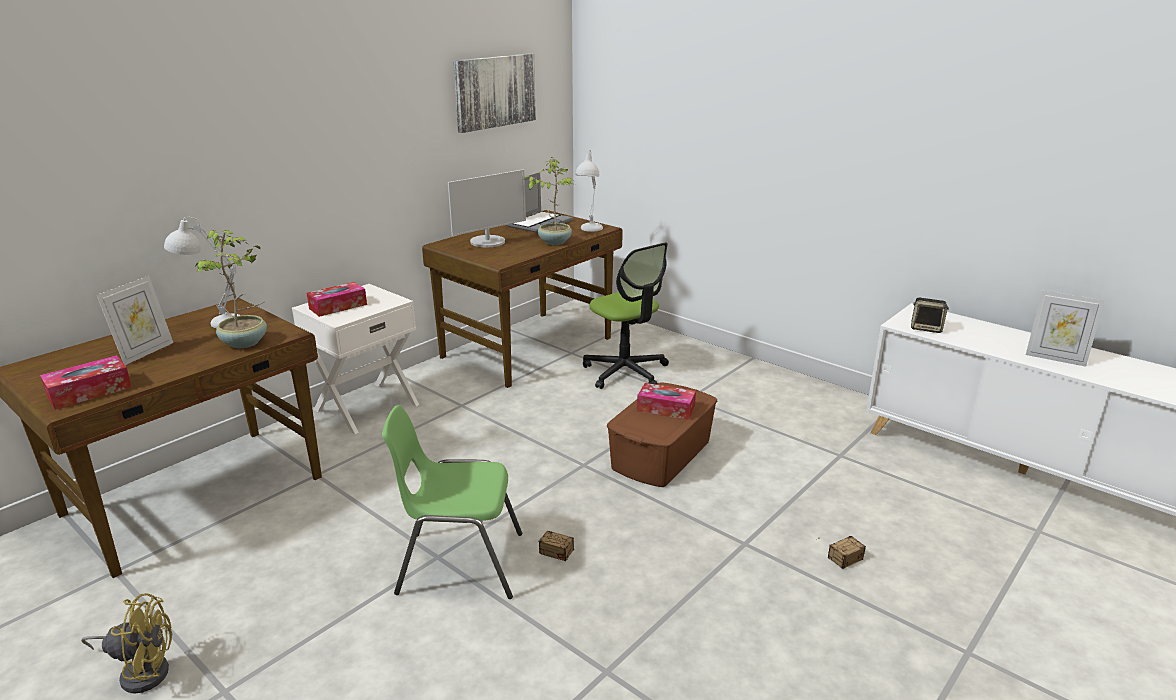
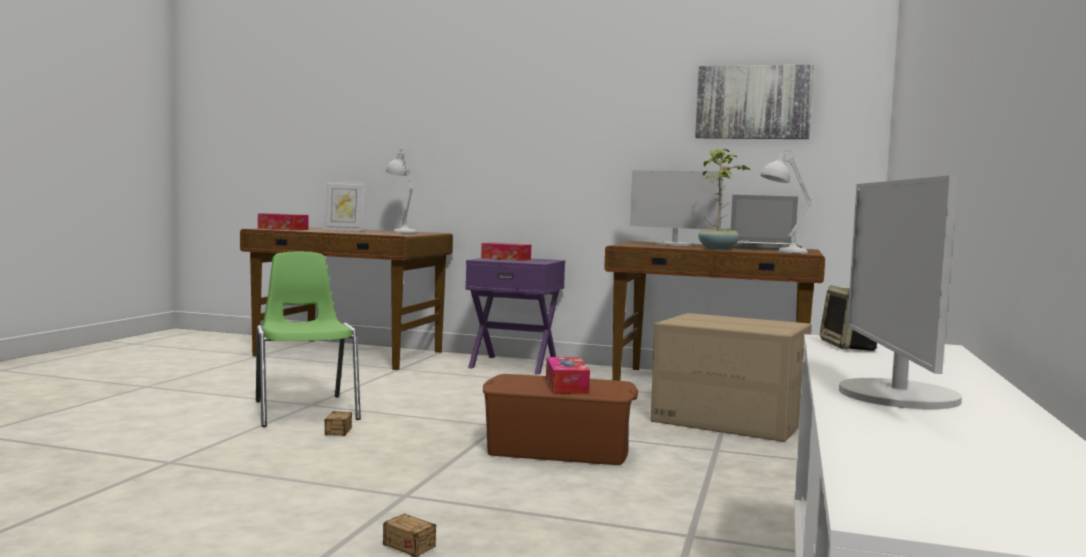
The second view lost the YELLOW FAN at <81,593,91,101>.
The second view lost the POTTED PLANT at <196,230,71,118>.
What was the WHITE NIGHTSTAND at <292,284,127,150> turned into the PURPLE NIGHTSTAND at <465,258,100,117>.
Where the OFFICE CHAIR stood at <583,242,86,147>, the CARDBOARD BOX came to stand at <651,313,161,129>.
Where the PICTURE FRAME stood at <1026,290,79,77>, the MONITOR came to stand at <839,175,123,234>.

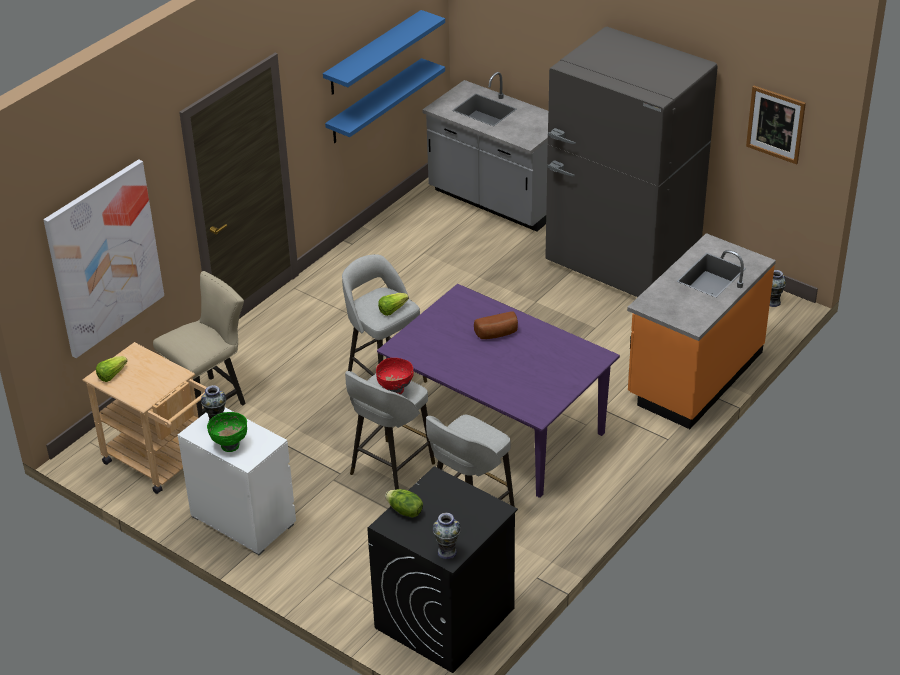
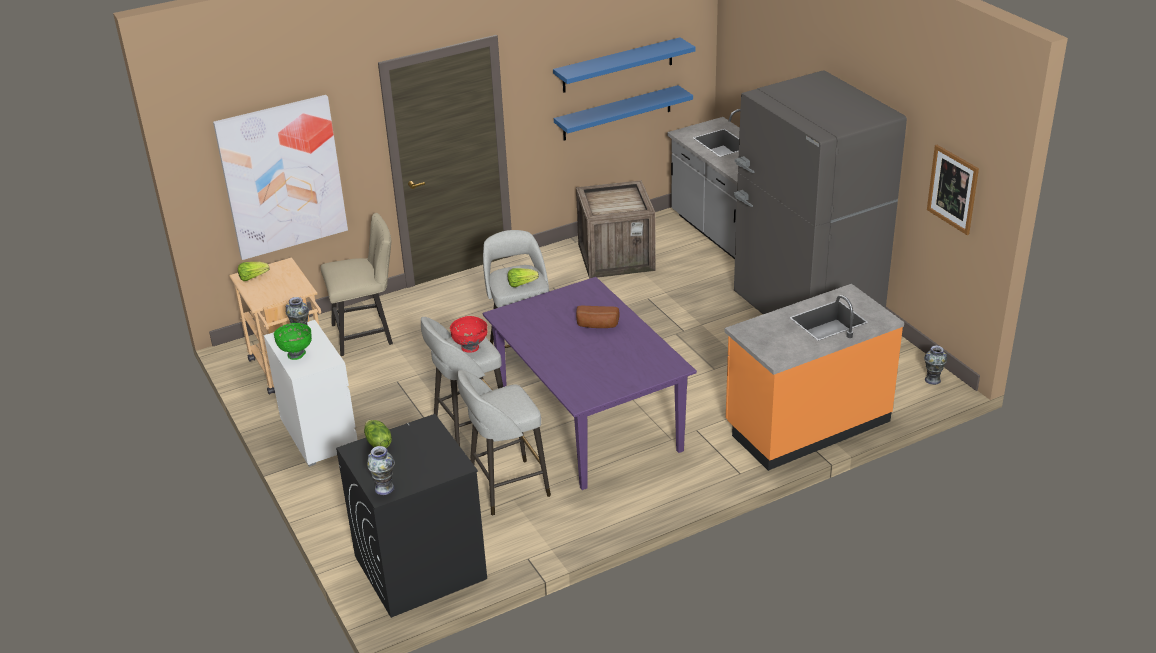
The second view gained the CRATE at <576,180,80,99>.

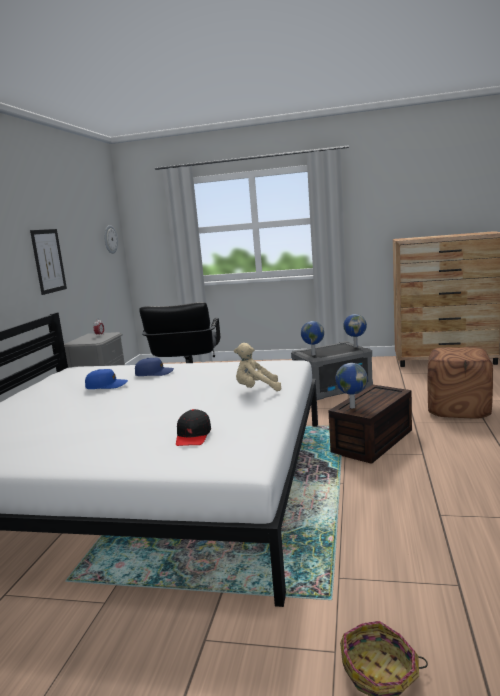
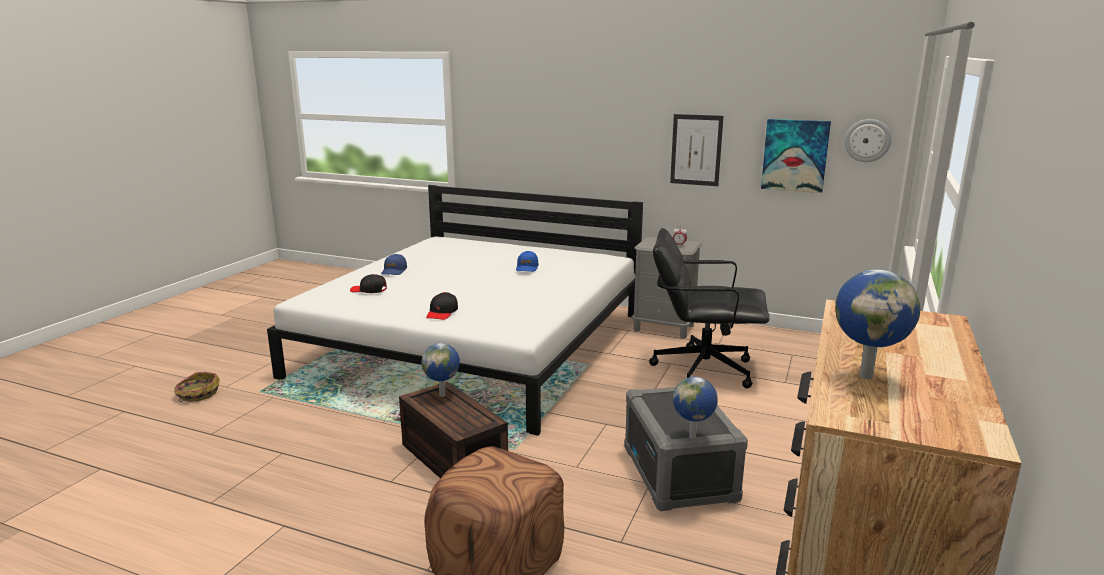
The BLUE CAP ended up elsewhere, having gone from <135,358,39,18> to <381,254,26,21>.
Where the BEIGE PLUSH TOY stood at <234,343,47,48>, the BLACK CAP came to stand at <426,292,32,28>.
The GLOBE ended up elsewhere, having gone from <301,321,23,34> to <835,269,85,110>.
The second view gained the PICTURE at <761,119,70,74>.

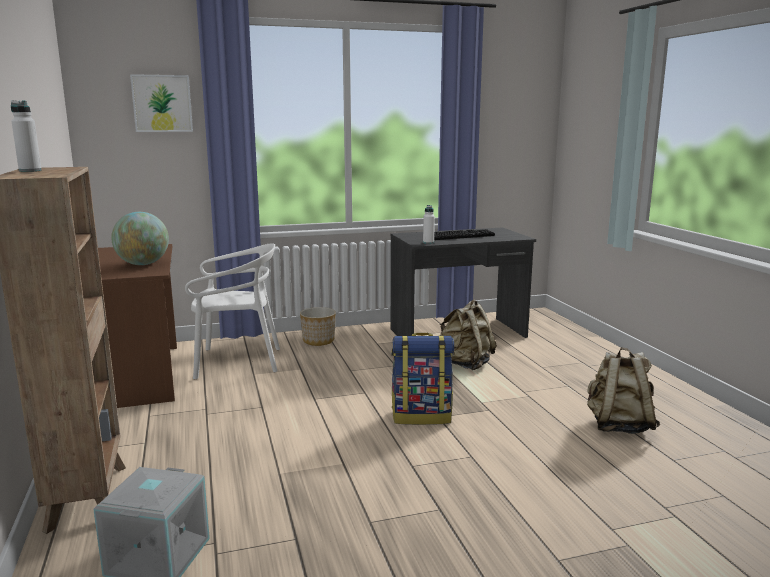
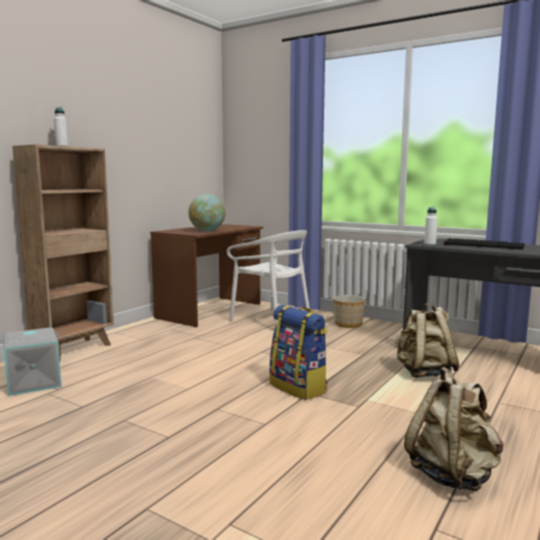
The second view lost the PICTURE at <130,74,63,58>.

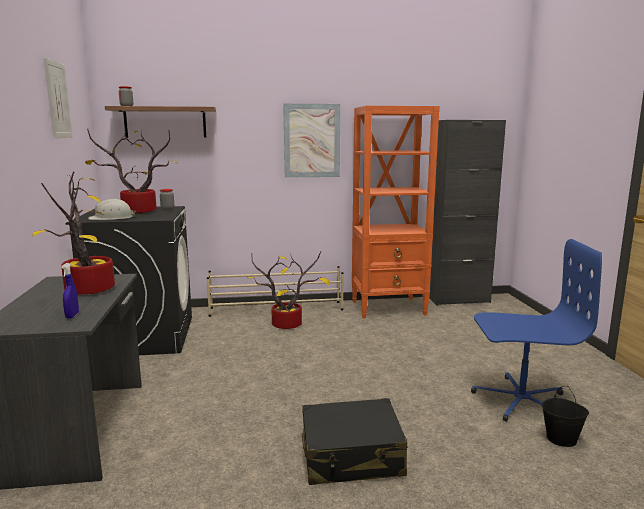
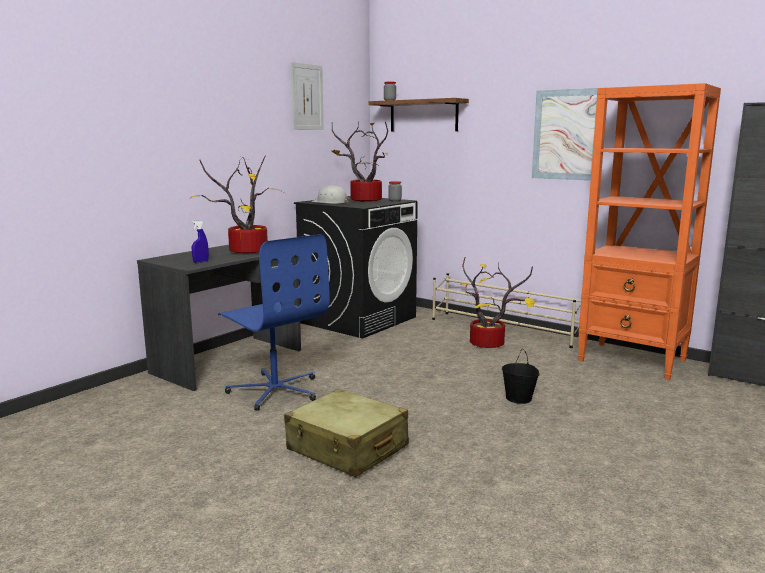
What was the BLACK SUITCASE at <302,398,106,87> turned into the BEIGE SUITCASE at <284,389,125,88>.
The BLUE OFFICE CHAIR ended up elsewhere, having gone from <471,239,131,183> to <218,234,112,177>.
The BLACK BUCKET ended up elsewhere, having gone from <542,386,47,61> to <502,349,38,55>.

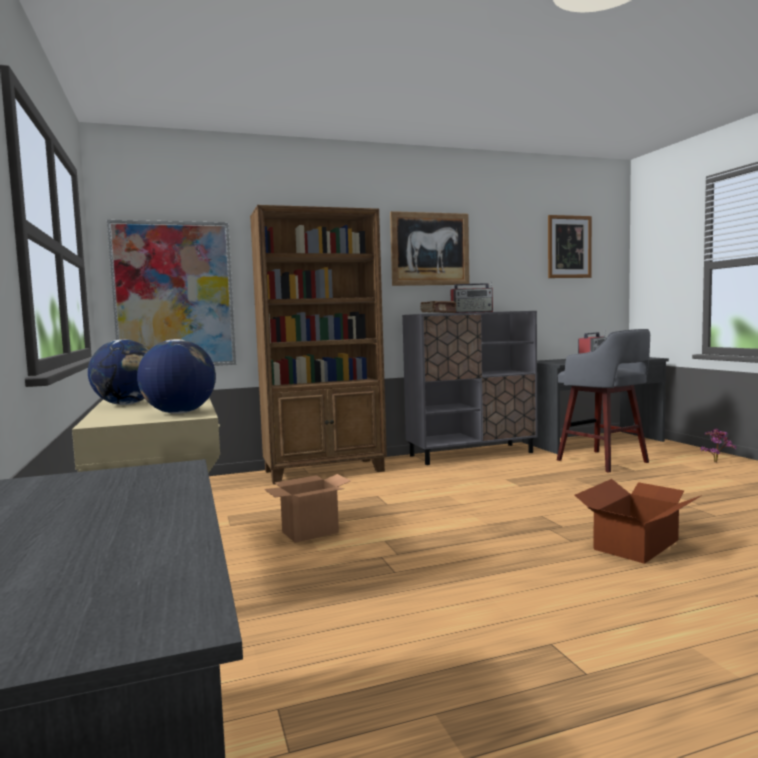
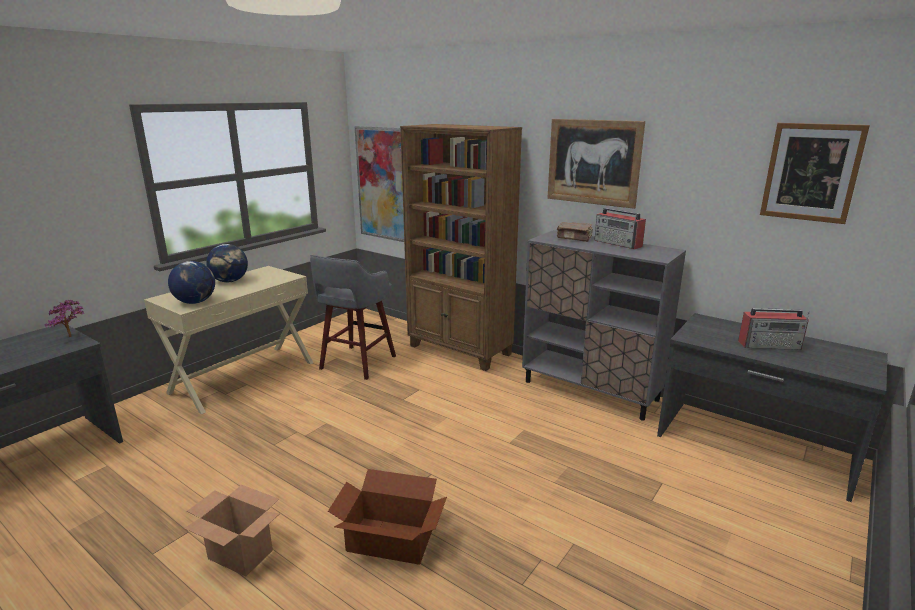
The CARDBOARD BOX ended up elsewhere, having gone from <264,474,87,69> to <184,485,96,92>.
The GREY STOOL ended up elsewhere, having gone from <557,329,93,144> to <310,255,86,125>.
The POTTED PLANT ended up elsewhere, having gone from <700,429,36,34> to <44,299,40,38>.

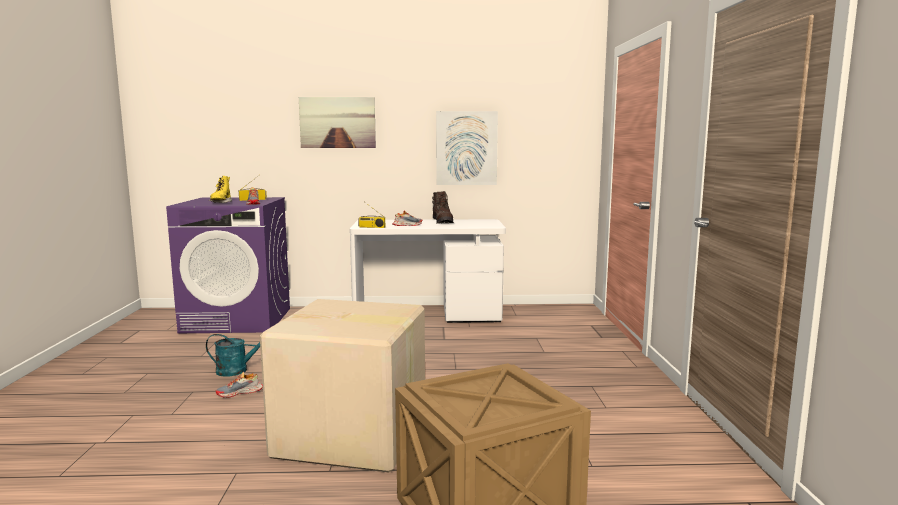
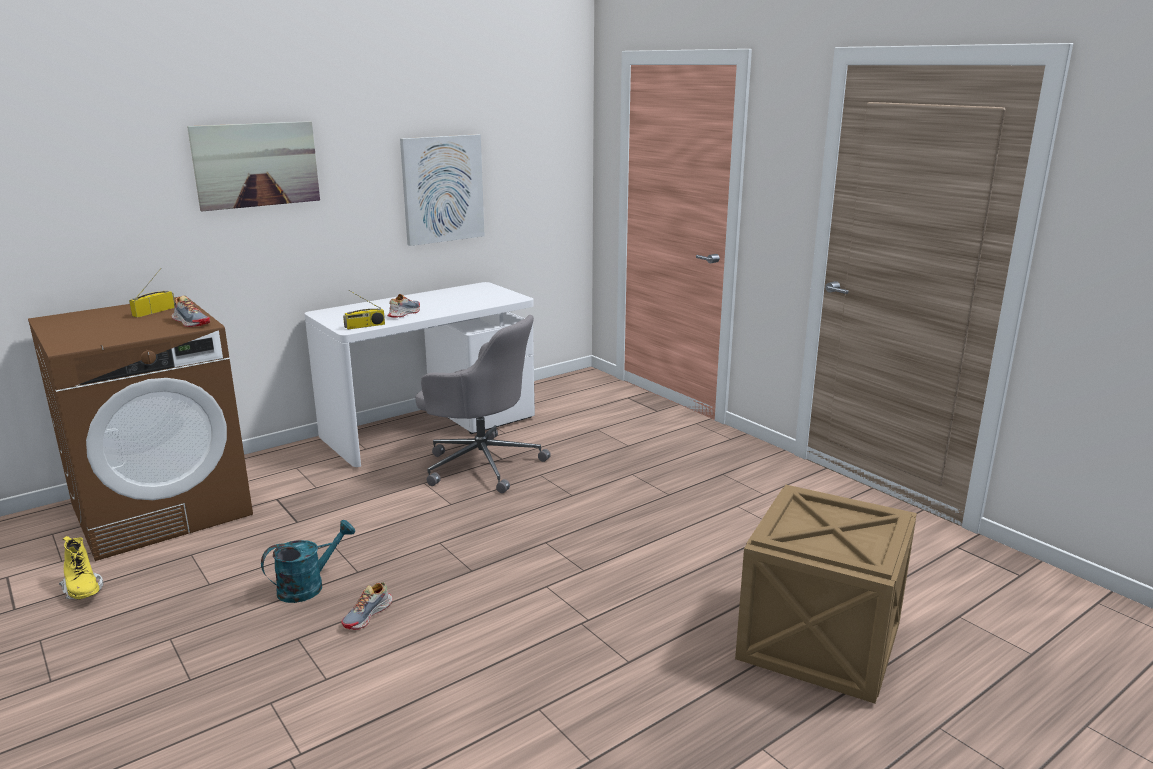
What was the PURPLE WASHING MACHINE at <166,197,124,136> turned into the BROWN WASHING MACHINE at <28,296,225,265>.
The YELLOW BOOT ended up elsewhere, having gone from <209,176,23,27> to <59,536,44,63>.
The second view lost the CARDBOARD BOX at <260,299,165,173>.
The second view lost the BROWN BOOT at <432,191,22,33>.
The second view gained the GREY OFFICE CHAIR at <415,315,136,178>.

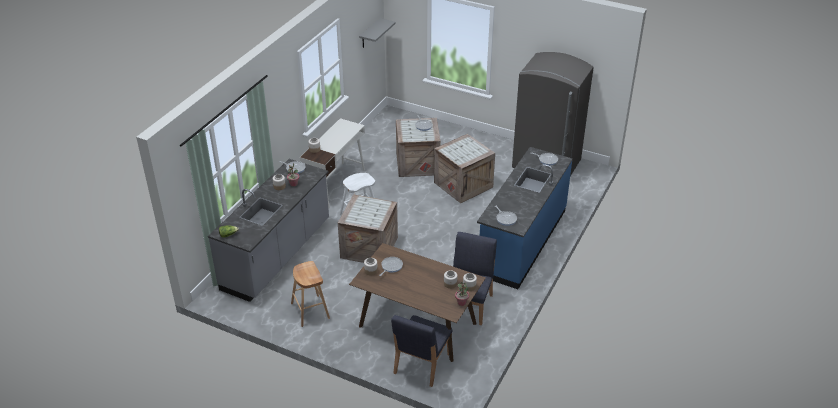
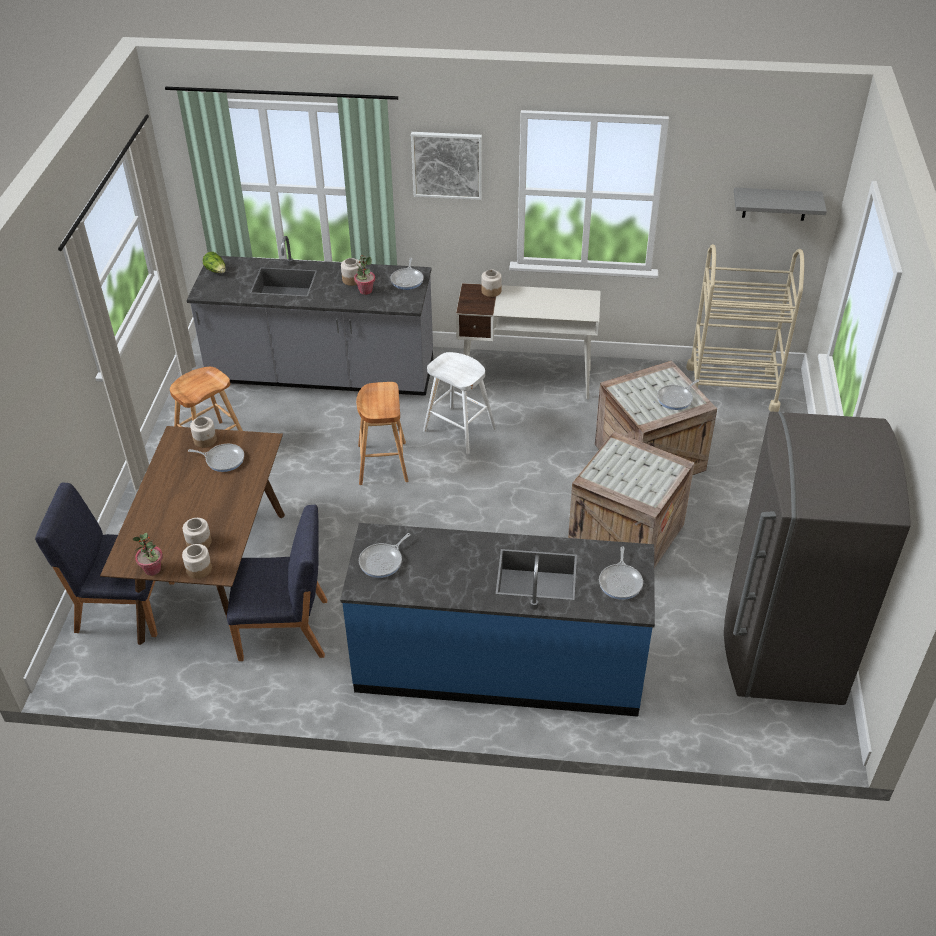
Where the CRATE stood at <338,194,60,69>, the BROWN STOOL came to stand at <356,382,52,103>.
The second view gained the PICTURE at <411,132,71,68>.
The second view gained the BEIGE CART at <686,244,118,168>.

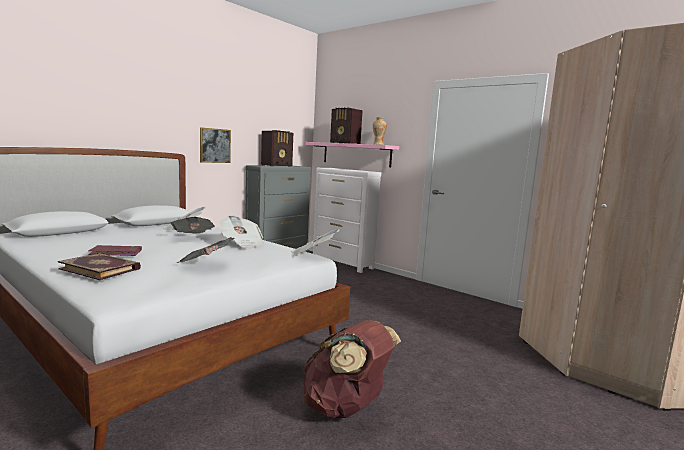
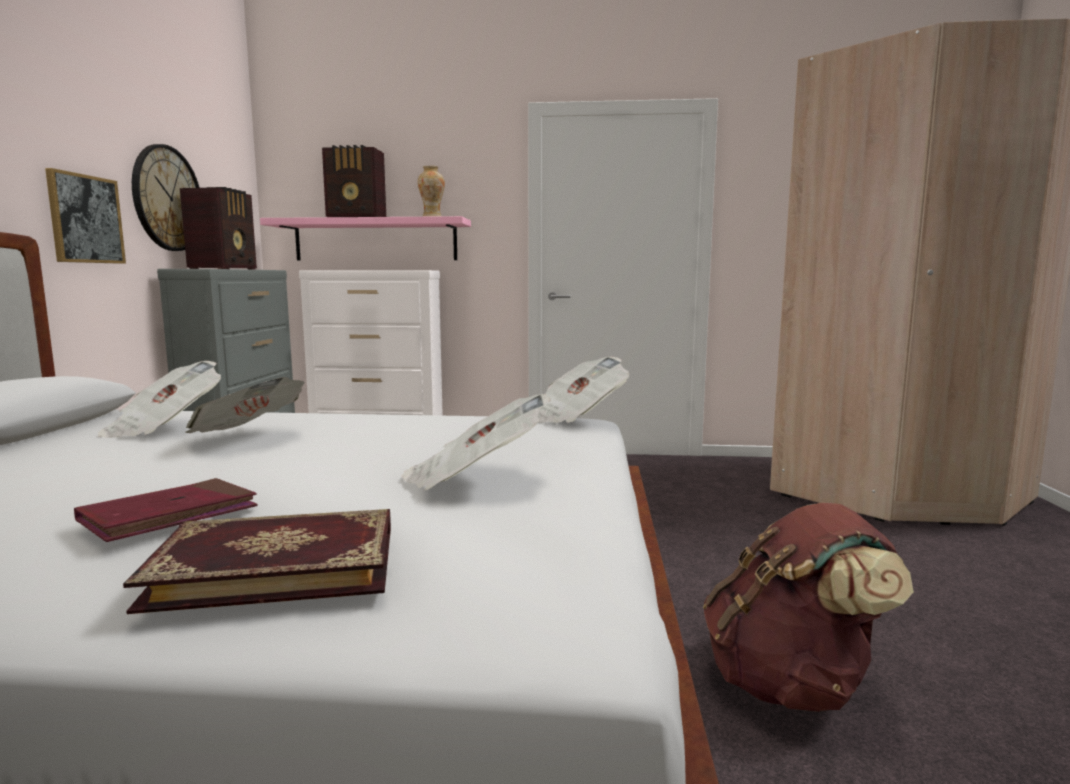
The second view lost the NEWSPAPER at <220,216,44,33>.
The second view gained the WALL CLOCK at <132,144,68,107>.

